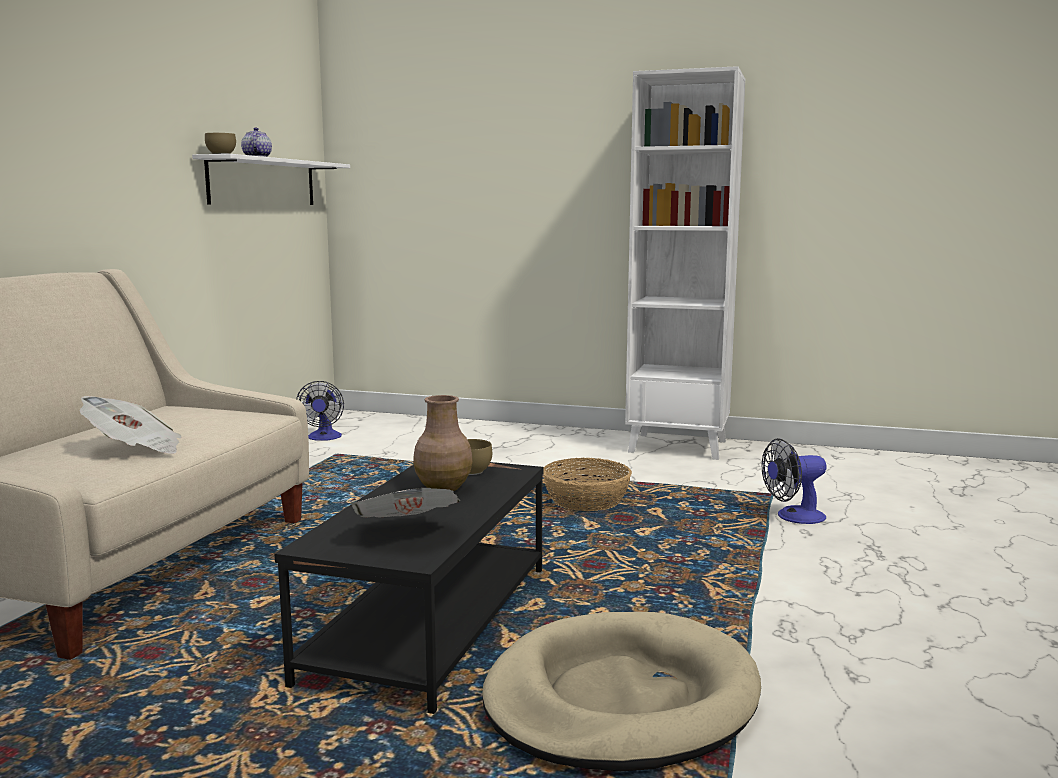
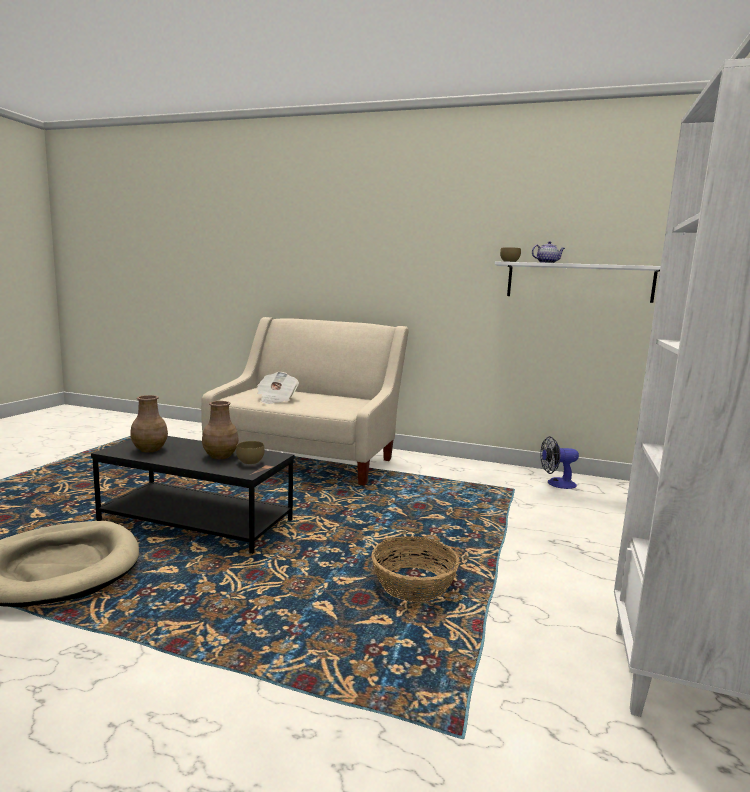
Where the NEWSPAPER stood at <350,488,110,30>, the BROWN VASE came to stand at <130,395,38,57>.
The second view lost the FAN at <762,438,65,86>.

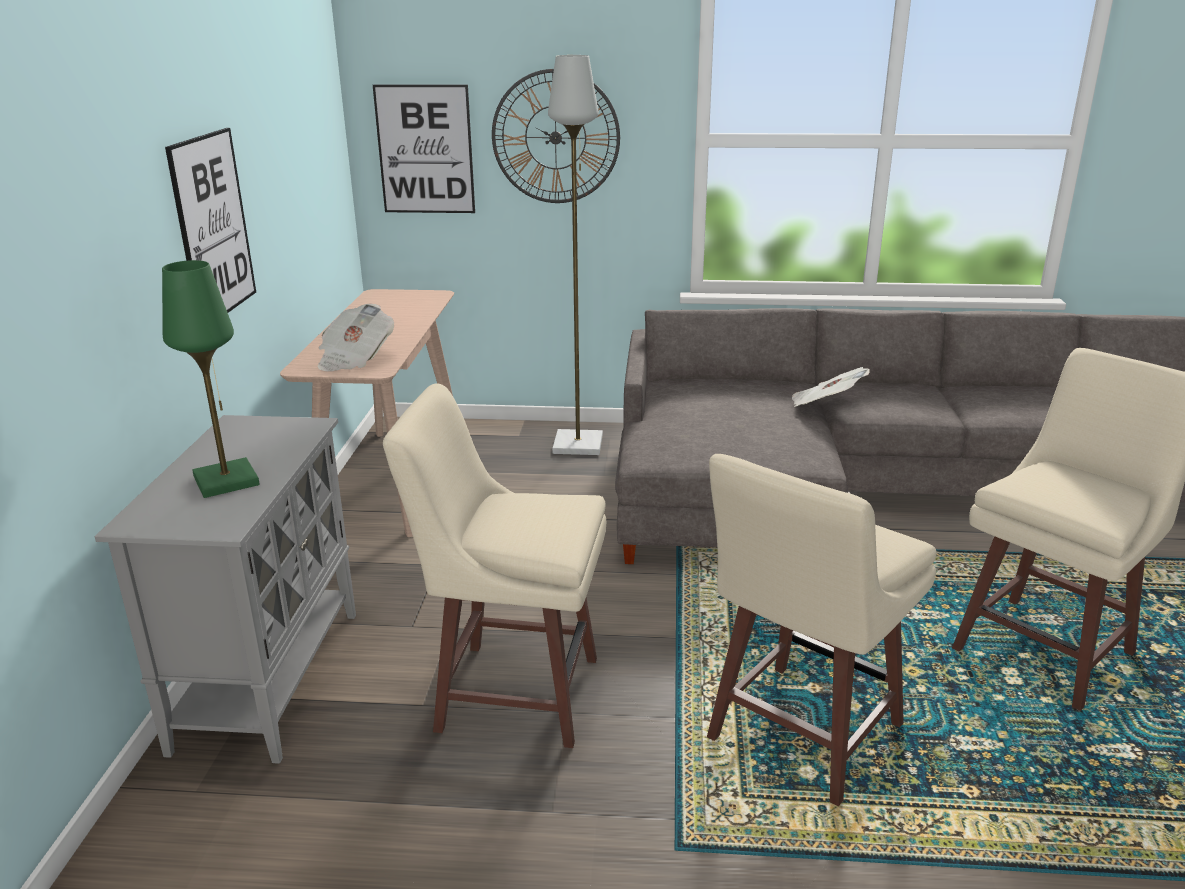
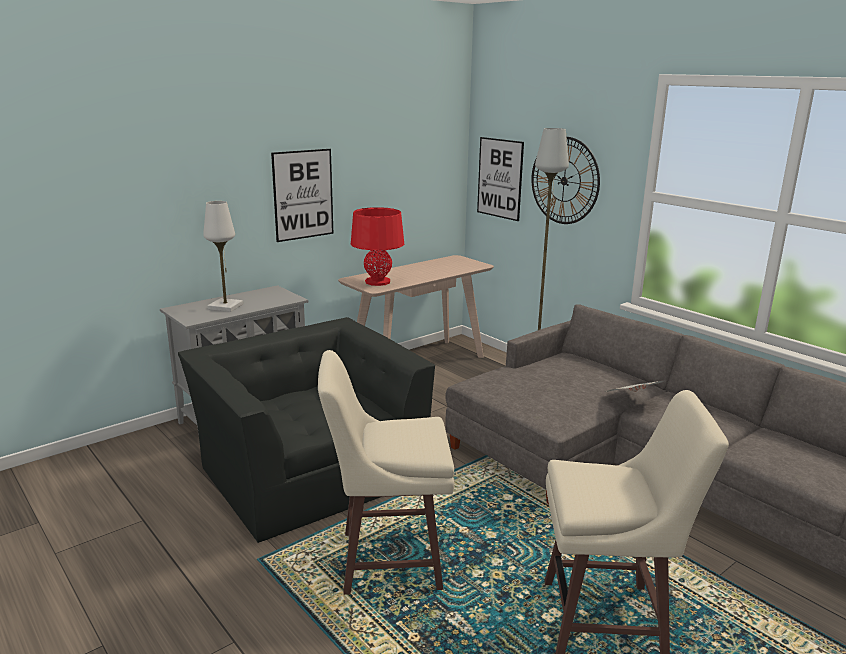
What was the GREEN TABLE LAMP at <162,260,98,238> turned into the WHITE TABLE LAMP at <203,201,40,111>.
Where the NEWSPAPER stood at <318,303,76,68>, the RED TABLE LAMP came to stand at <351,207,53,79>.
Where the BEIGE STOOL stood at <383,383,223,365>, the BLACK ARMCHAIR came to stand at <178,317,257,226>.

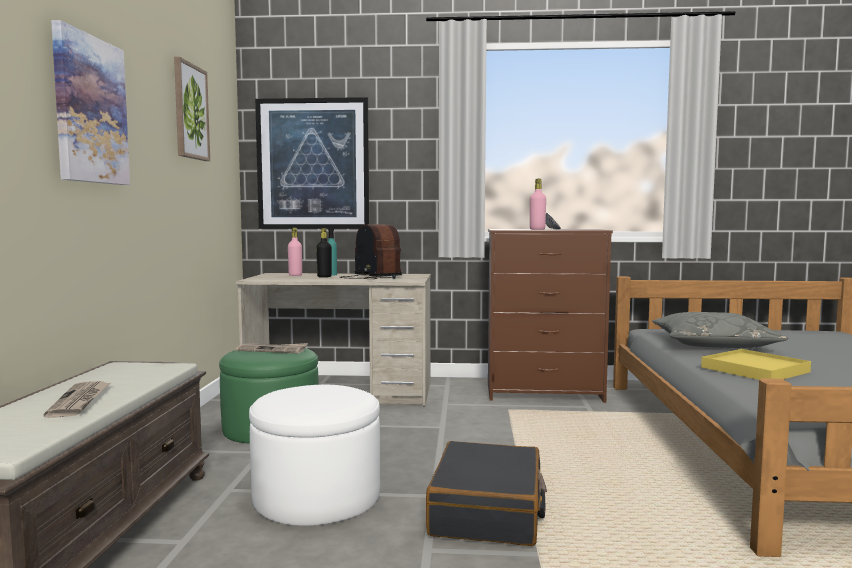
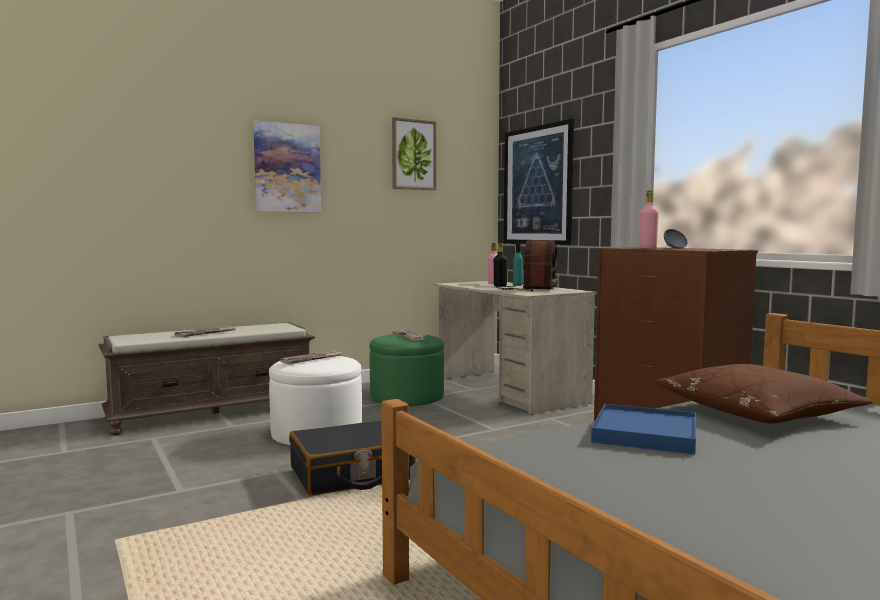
What was the GREY PILLOW at <652,312,136,36> turned into the BROWN PILLOW at <655,364,218,59>.
What was the YELLOW TRAY at <701,349,110,31> turned into the BLUE TRAY at <591,404,105,51>.
The second view gained the NEWSPAPER at <280,350,62,14>.

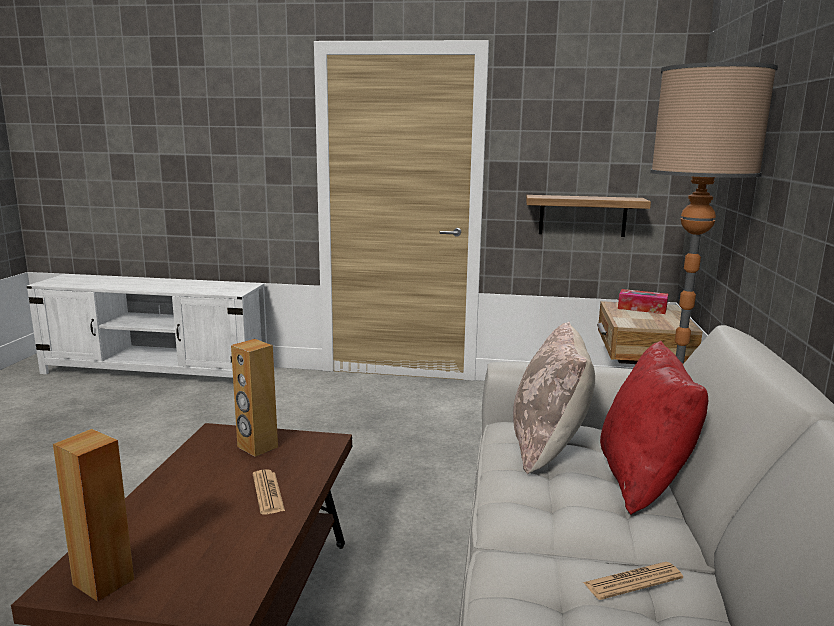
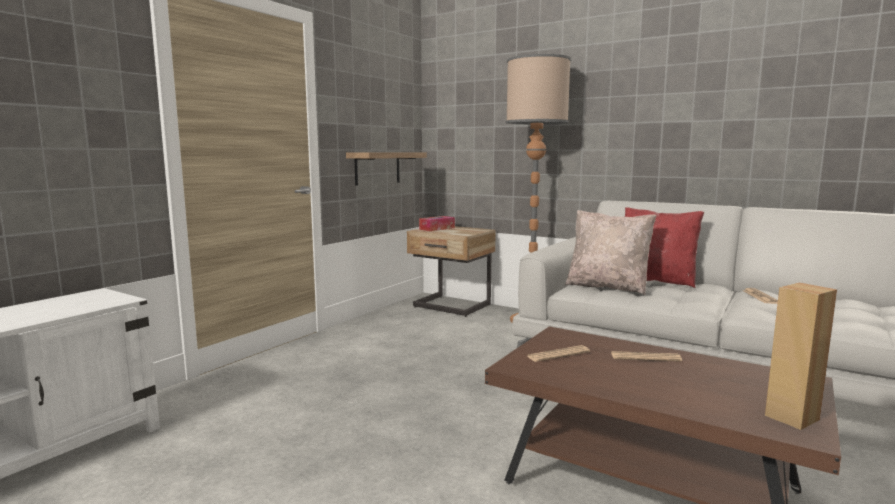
Where the BROWN SPEAKER stood at <231,339,47,118>, the NEWSPAPER came to stand at <527,345,63,17>.

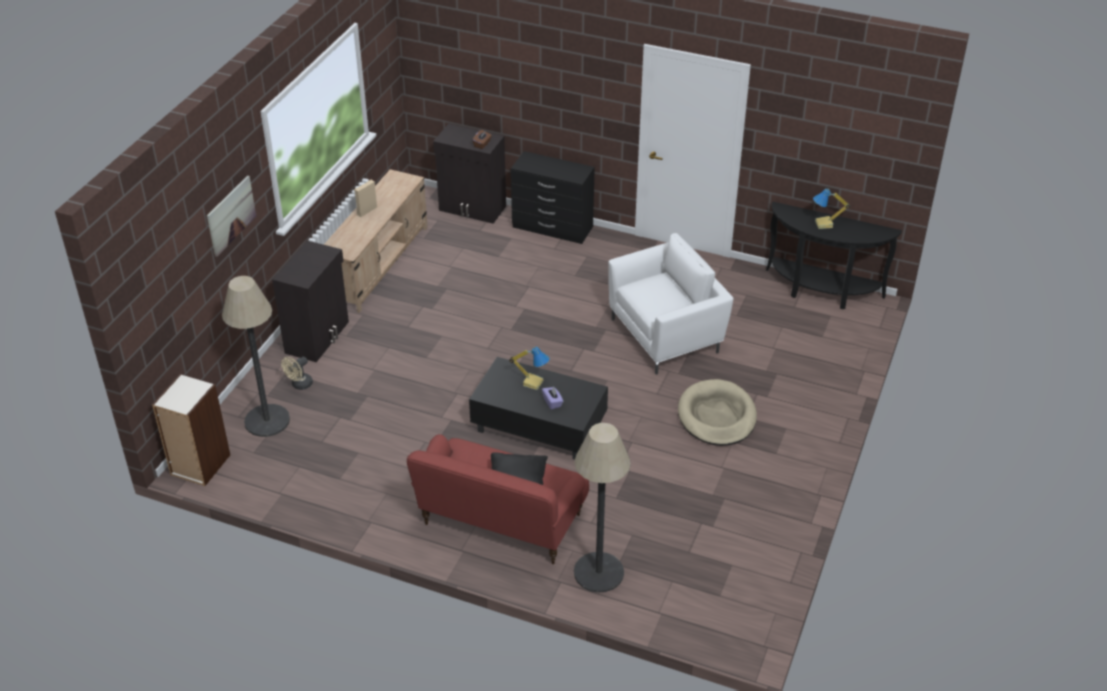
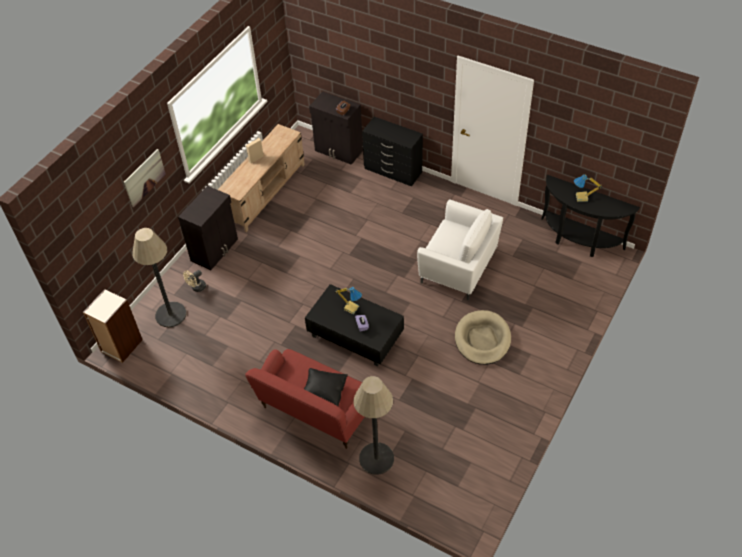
The WHITE ARMCHAIR at <608,233,125,141> ended up facing another way, 45 degrees clockwise from before.

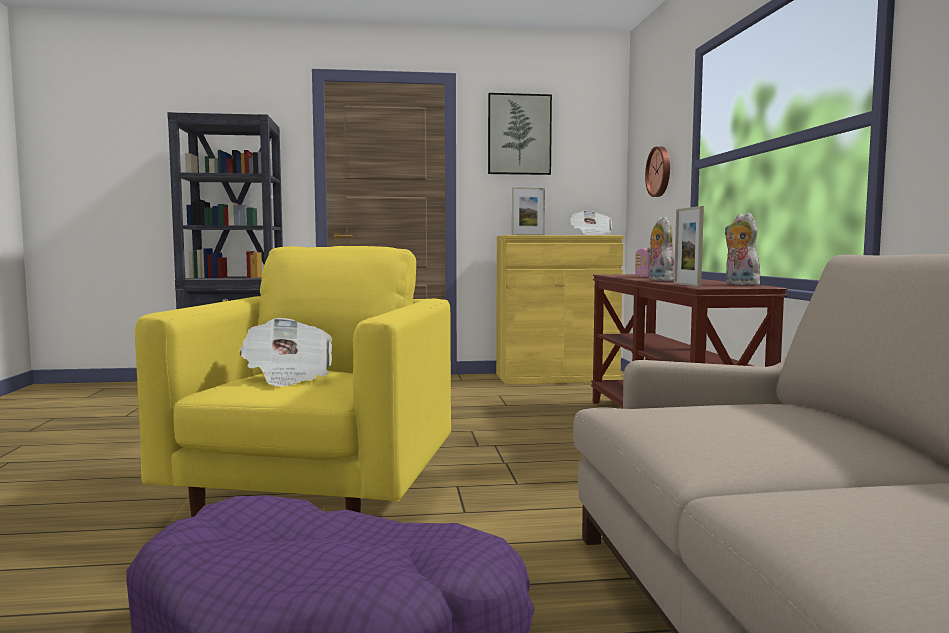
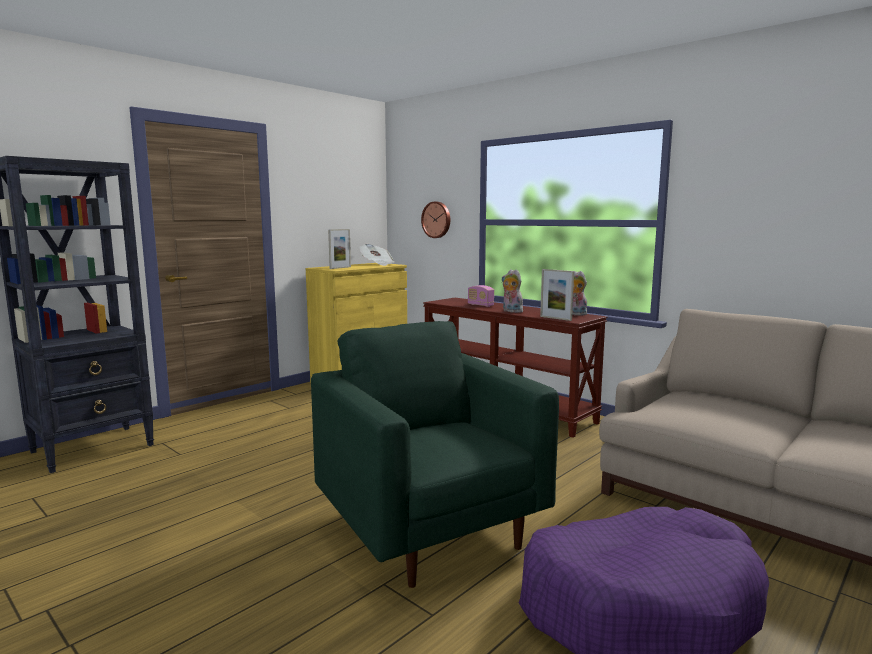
What was the YELLOW ARMCHAIR at <135,246,316,271> turned into the GREEN ARMCHAIR at <311,321,248,267>.
The second view lost the NEWSPAPER at <239,318,93,68>.
The second view lost the PICTURE at <488,93,64,82>.

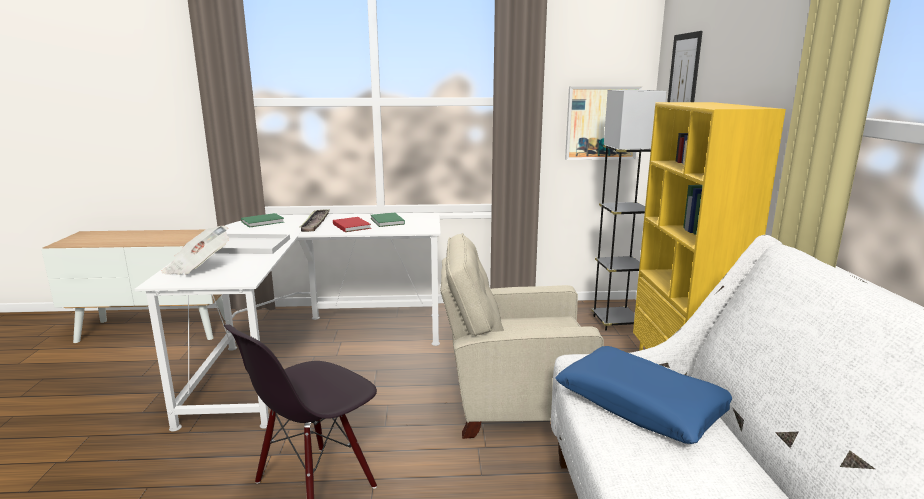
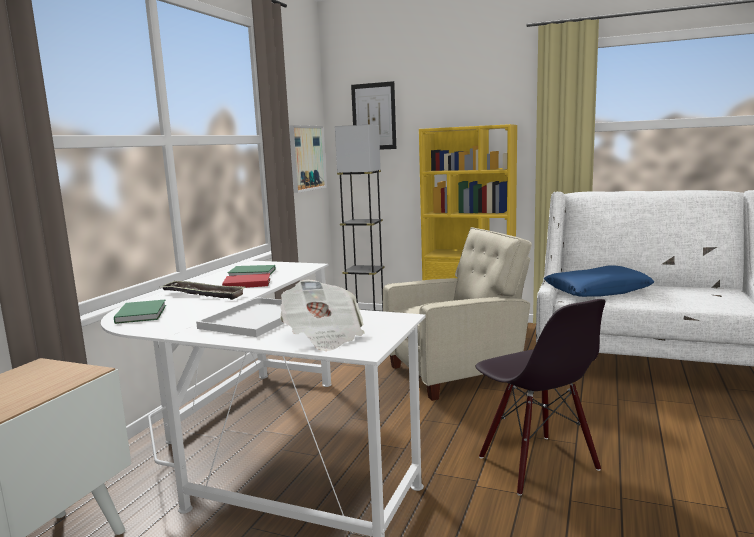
The BEIGE ARMCHAIR at <440,233,164,206> ended up facing another way, 135 degrees counterclockwise from before.

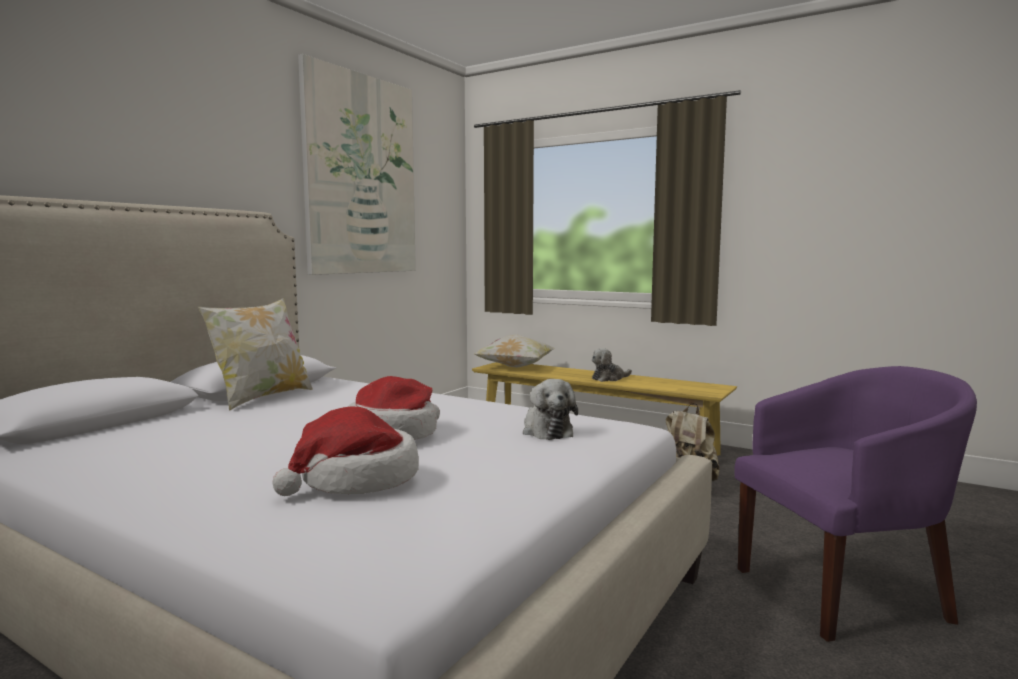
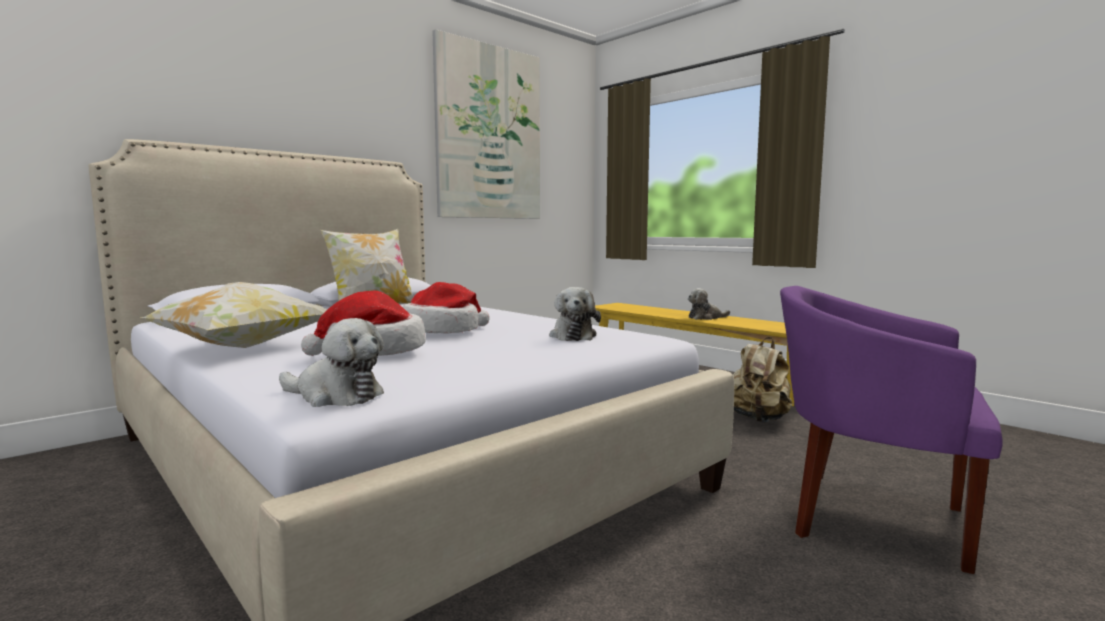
The PILLOW ended up elsewhere, having gone from <475,334,80,34> to <141,282,186,66>.
The PURPLE ARMCHAIR at <734,366,243,276> ended up facing another way, 150 degrees counterclockwise from before.
The second view gained the PLUSH TOY at <279,318,105,89>.

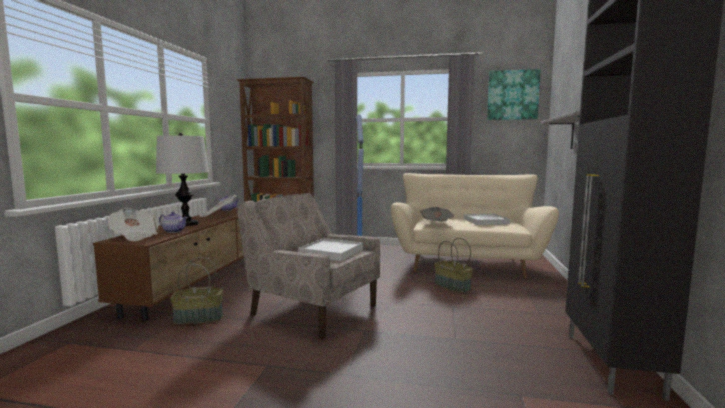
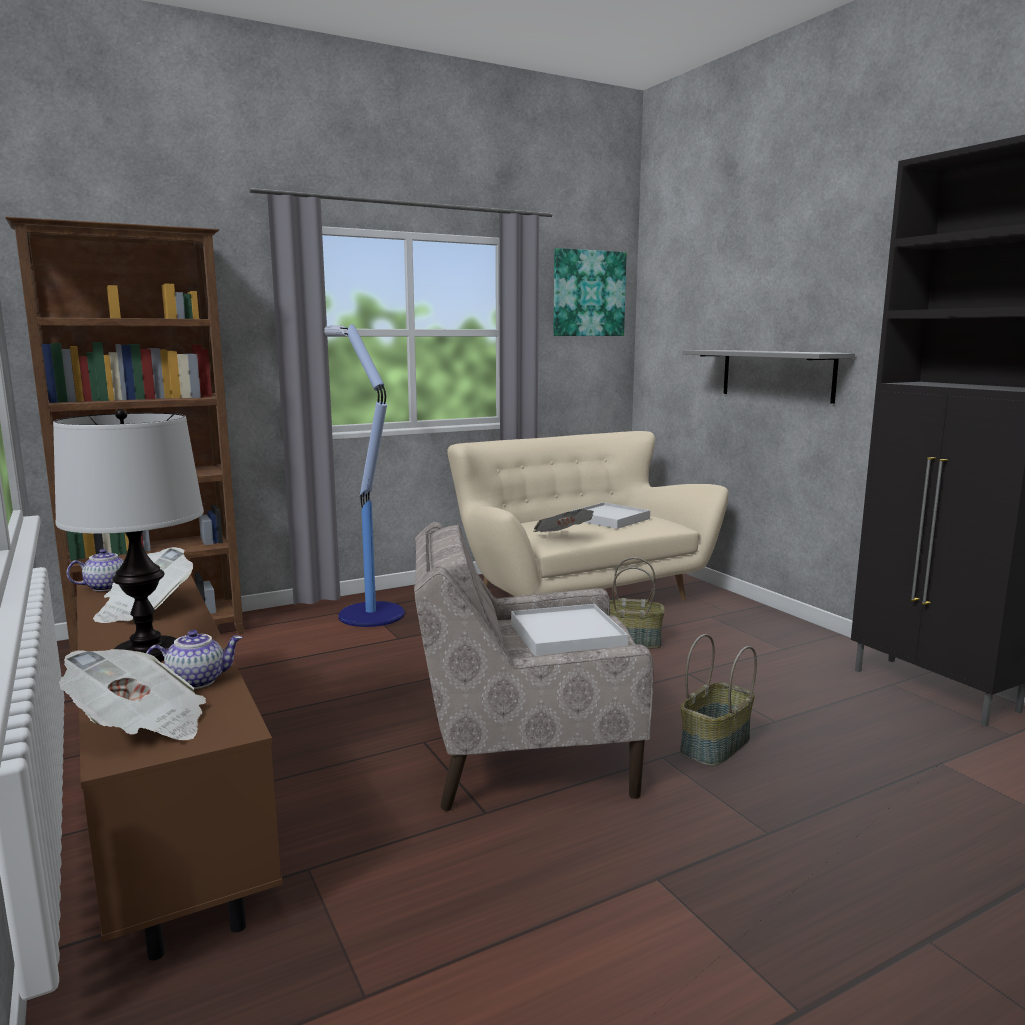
The BASKET ended up elsewhere, having gone from <170,257,53,67> to <680,634,77,132>.

